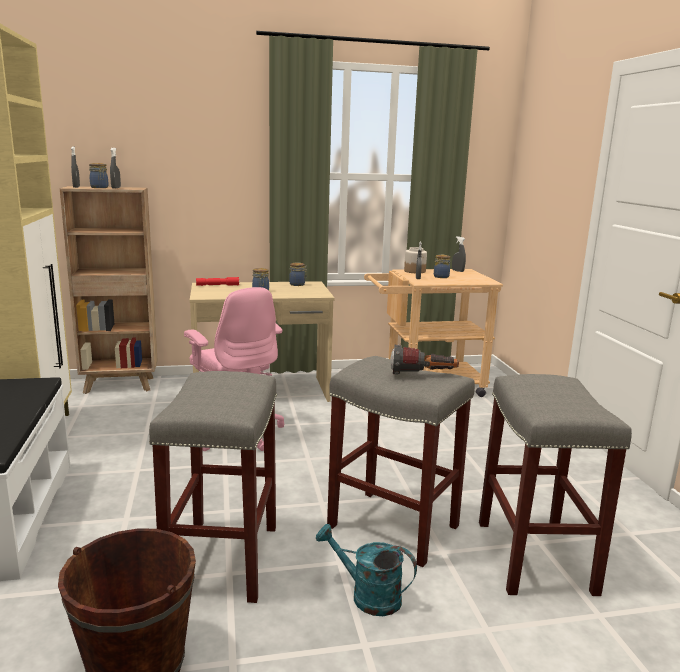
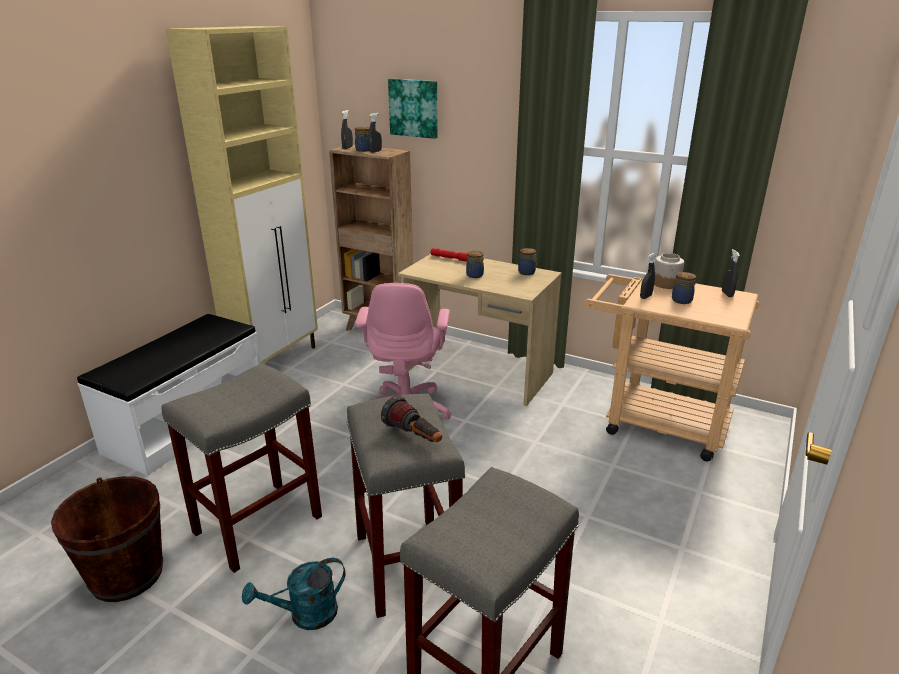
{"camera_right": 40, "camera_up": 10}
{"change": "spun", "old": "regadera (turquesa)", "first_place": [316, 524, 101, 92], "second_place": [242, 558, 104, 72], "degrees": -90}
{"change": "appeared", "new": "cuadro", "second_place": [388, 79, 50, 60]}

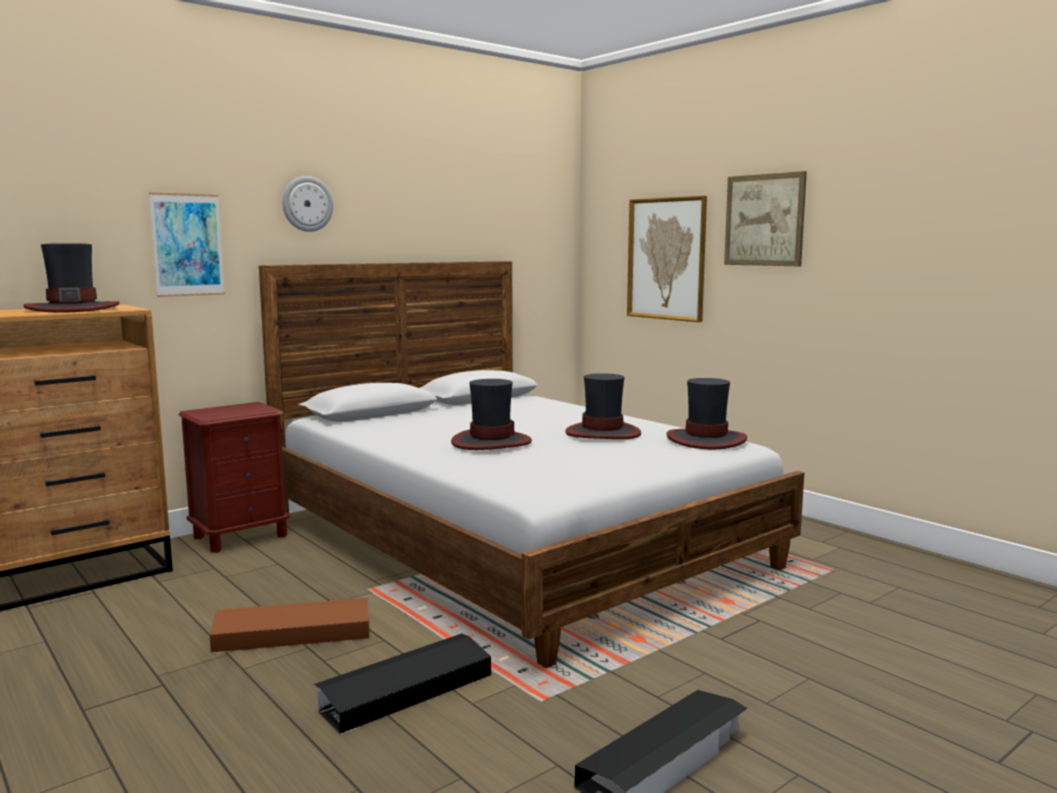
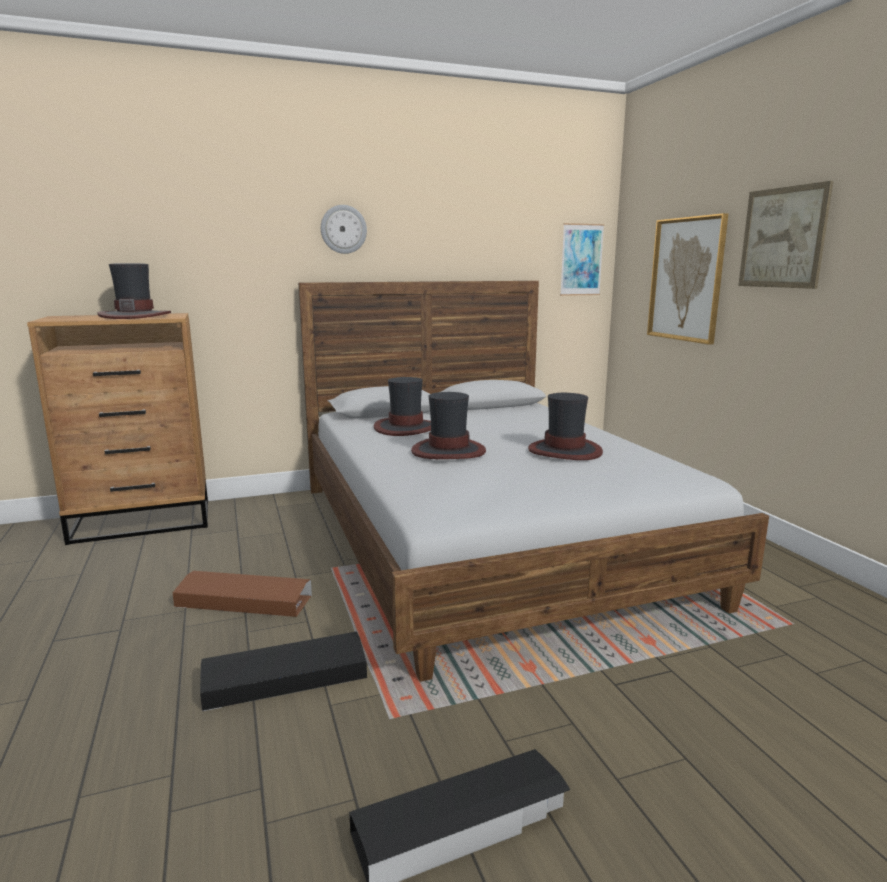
{"camera_right": 20, "camera_up": 5}
{"change": "relocated", "old": "sombrero", "first_place": [666, 378, 81, 71], "second_place": [374, 377, 57, 59]}
{"change": "relocated", "old": "cuadro", "first_place": [149, 192, 76, 105], "second_place": [560, 223, 44, 73]}
{"change": "missing", "old": "mesita de noche (marrón)", "first_place": [179, 402, 111, 151]}

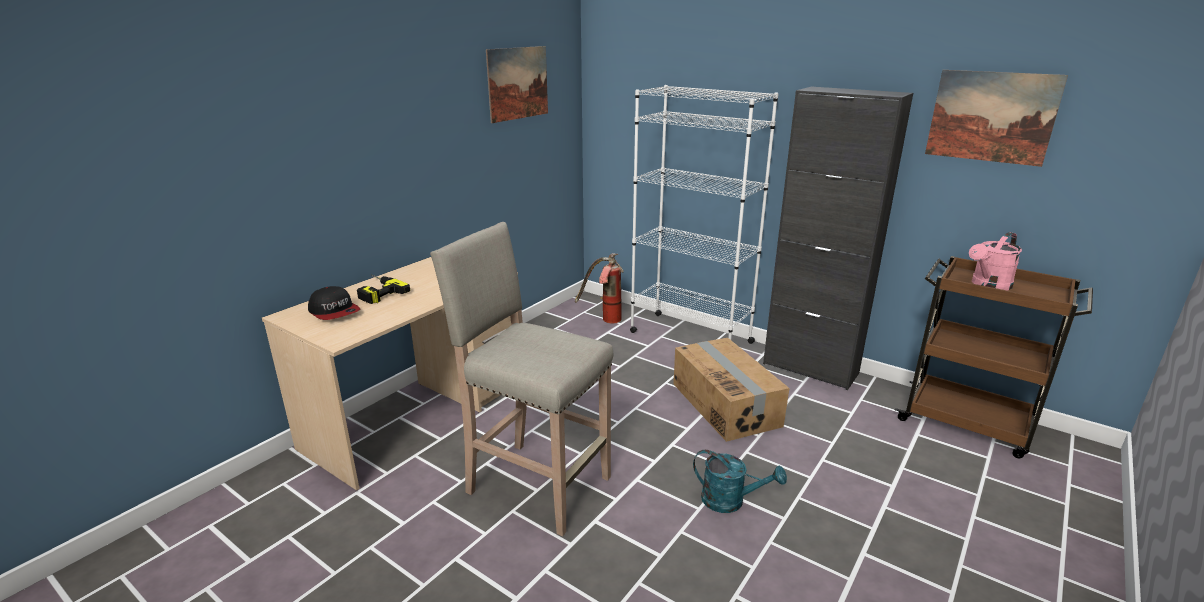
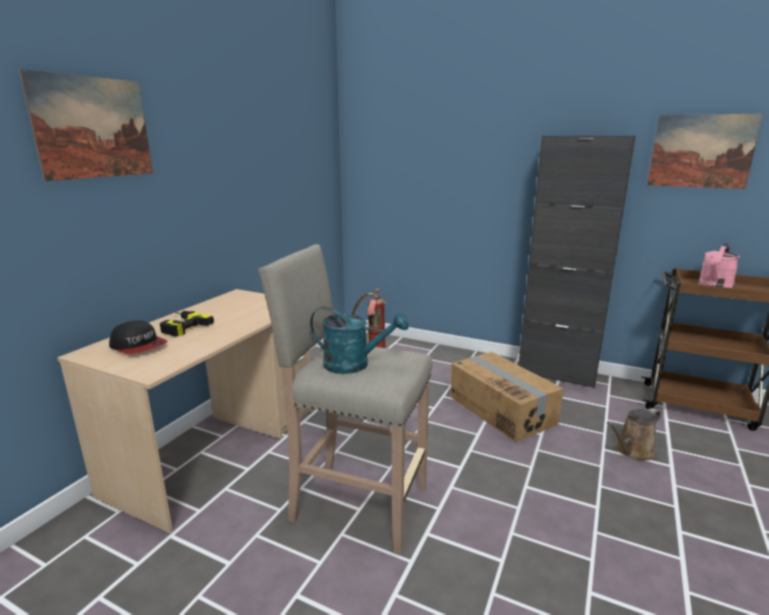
{"camera_right": -10, "camera_up": -5}
{"change": "relocated", "old": "cuadro", "first_place": [486, 46, 62, 77], "second_place": [19, 69, 134, 112]}
{"change": "relocated", "old": "regadera (turquesa)", "first_place": [693, 450, 94, 63], "second_place": [310, 307, 99, 67]}
{"change": "appeared", "new": "regadera (marrón)", "second_place": [607, 408, 54, 52]}
{"change": "missing", "old": "estantería (blanco)", "first_place": [630, 85, 149, 259]}

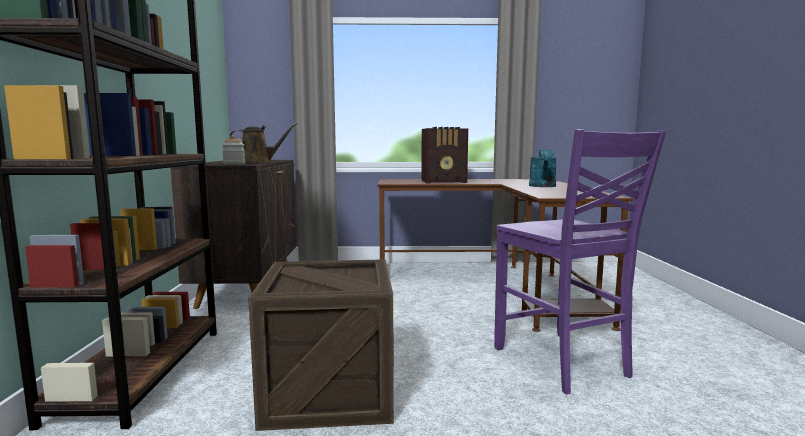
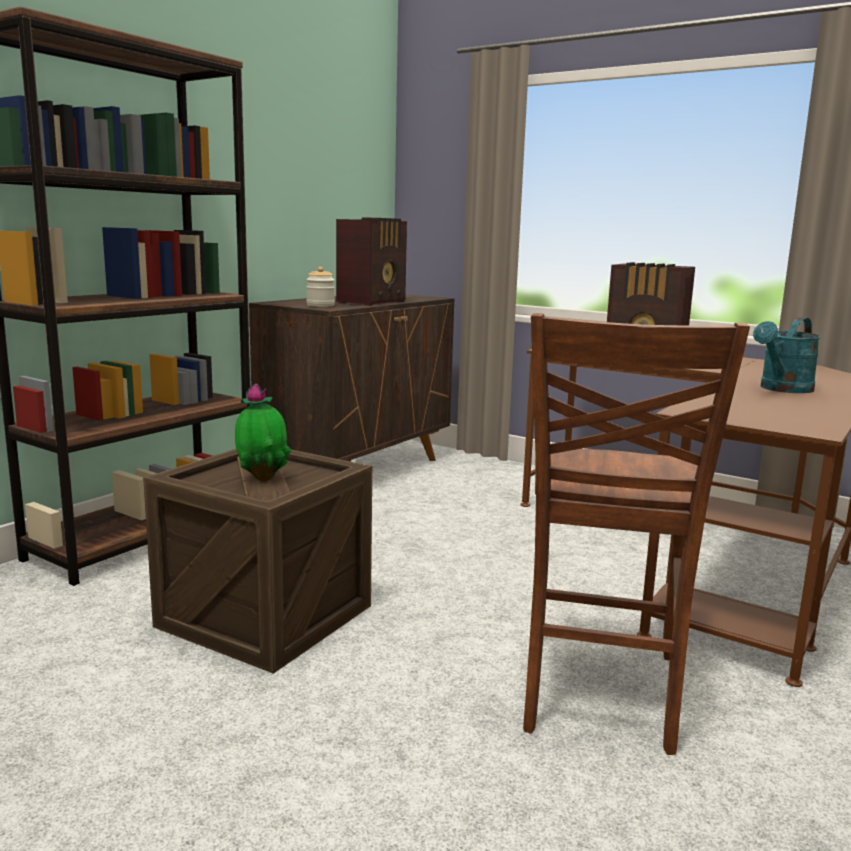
{"camera_right": 35, "camera_up": 5}
{"change": "appeared", "new": "planta en maceta", "second_place": [235, 384, 56, 98]}
{"change": "exchanged", "old": "regadera (marrón)", "new": "radio", "first_place": [230, 122, 68, 41], "second_place": [336, 217, 71, 89]}
{"change": "colour", "old": "silla (morado)", "new": "silla (marrón)", "first_place": [494, 129, 172, 265], "second_place": [523, 313, 227, 442]}

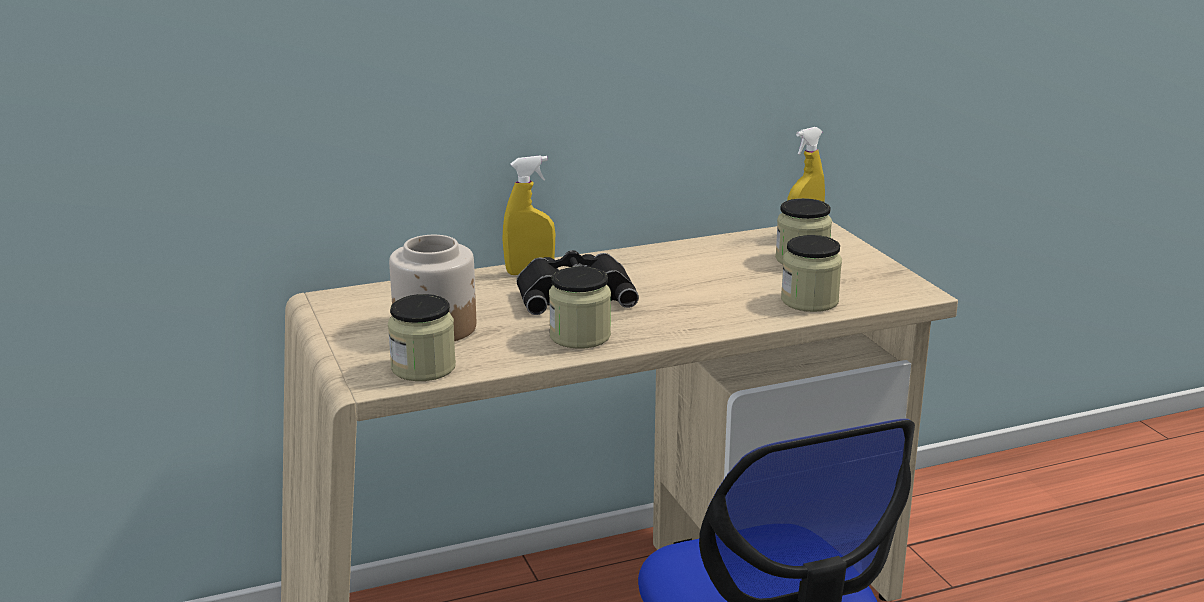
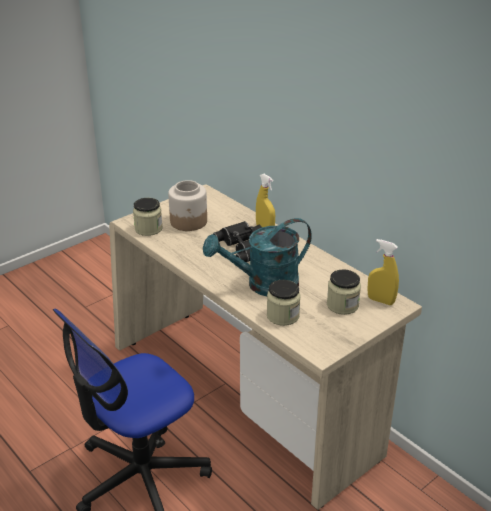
{"camera_right": 70, "camera_up": 10}
{"change": "appeared", "new": "regadera (turquesa)", "second_place": [203, 218, 109, 78]}
{"change": "missing", "old": "tarro", "first_place": [549, 266, 62, 83]}

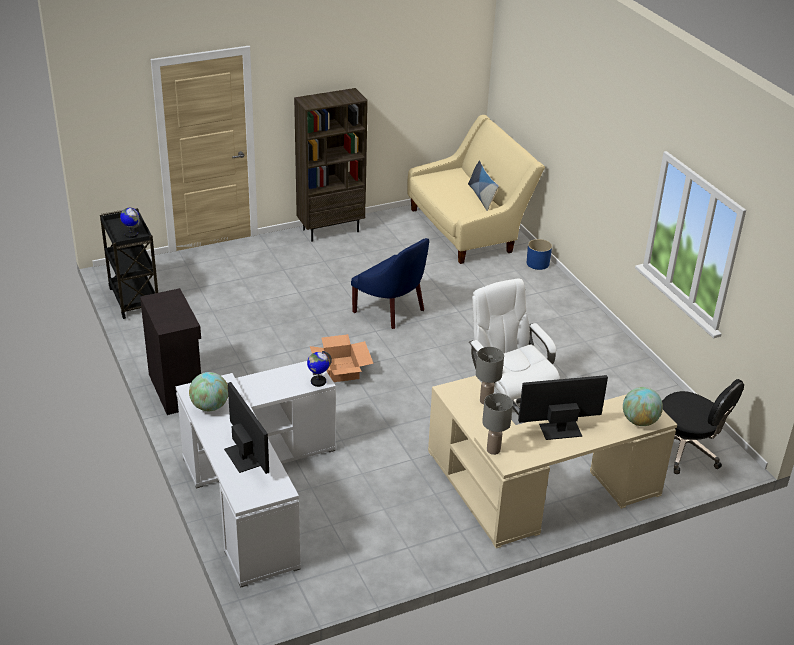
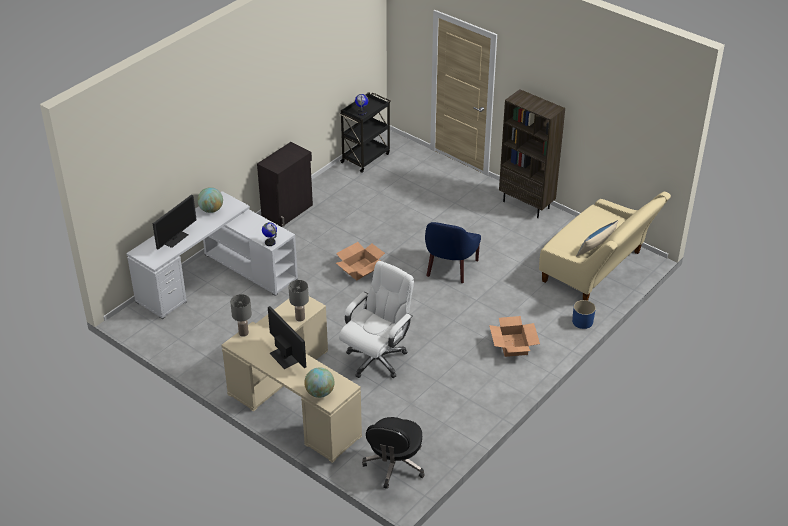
{"camera_right": 65, "camera_up": 5}
{"change": "appeared", "new": "caja de cartón", "second_place": [489, 316, 51, 41]}

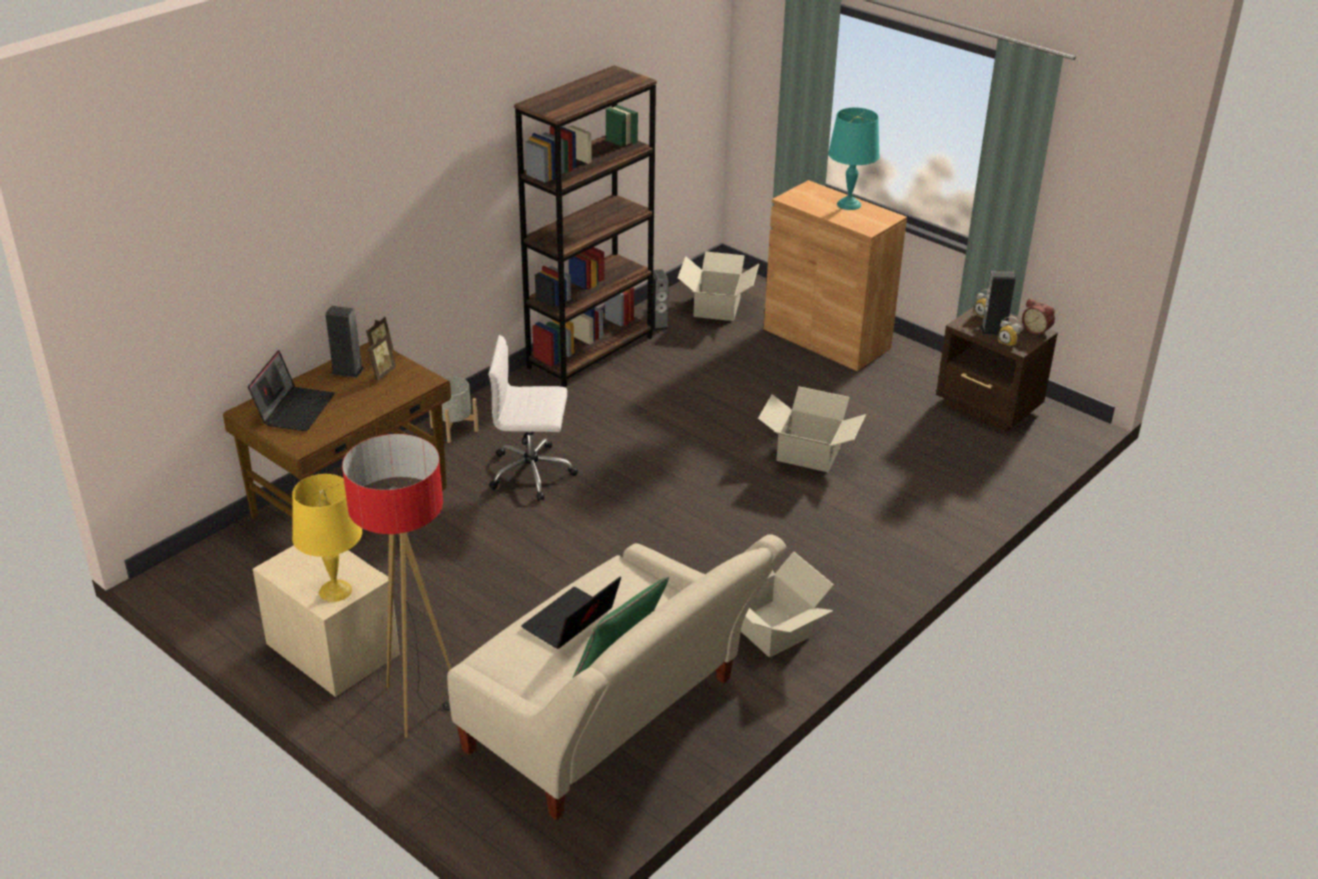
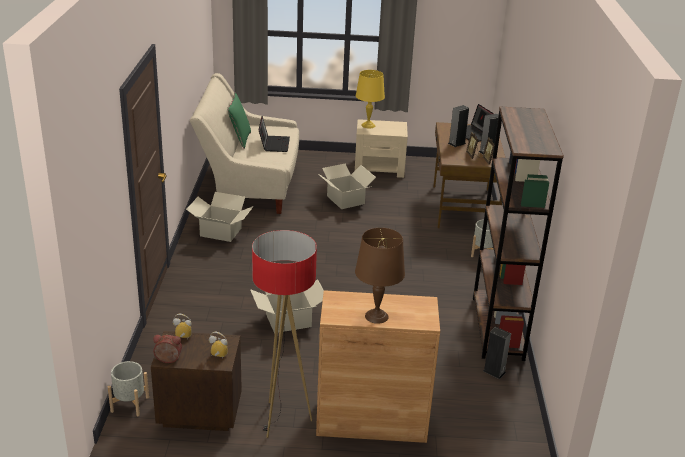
{"camera_right": 140, "camera_up": -5}
{"change": "appeared", "new": "maceta (gris)", "second_place": [108, 361, 41, 55]}
{"change": "relocated", "old": "lámpara de pie", "first_place": [342, 434, 109, 304], "second_place": [252, 230, 65, 208]}
{"change": "relocated", "old": "caja de cartón", "first_place": [678, 251, 81, 70], "second_place": [319, 164, 57, 45]}
{"change": "colour", "old": "lámpara de mesa (turquesa)", "new": "lámpara de mesa (marrón)", "first_place": [828, 108, 52, 102], "second_place": [355, 228, 50, 96]}
{"change": "relocated", "old": "altavoz", "first_place": [980, 271, 36, 64], "second_place": [448, 105, 21, 42]}
{"change": "missing", "old": "silla de oficina (blanco)", "first_place": [489, 335, 89, 166]}

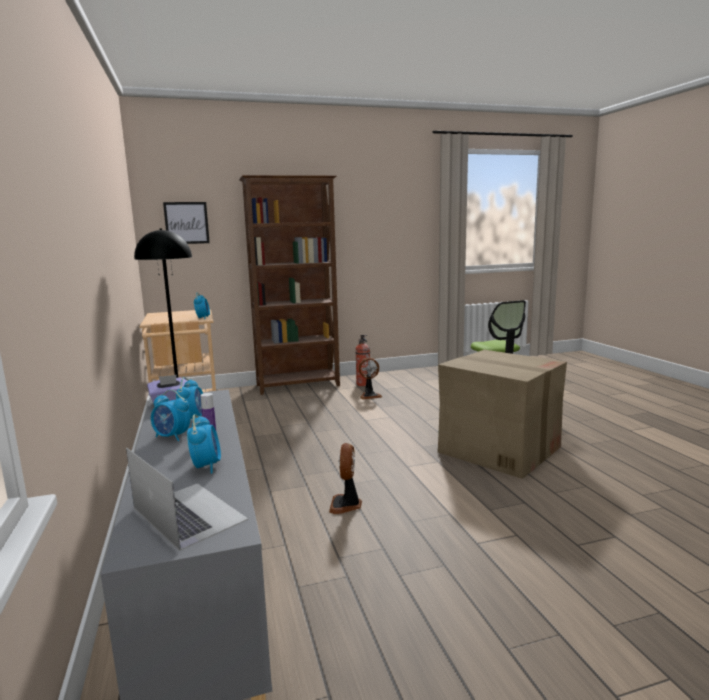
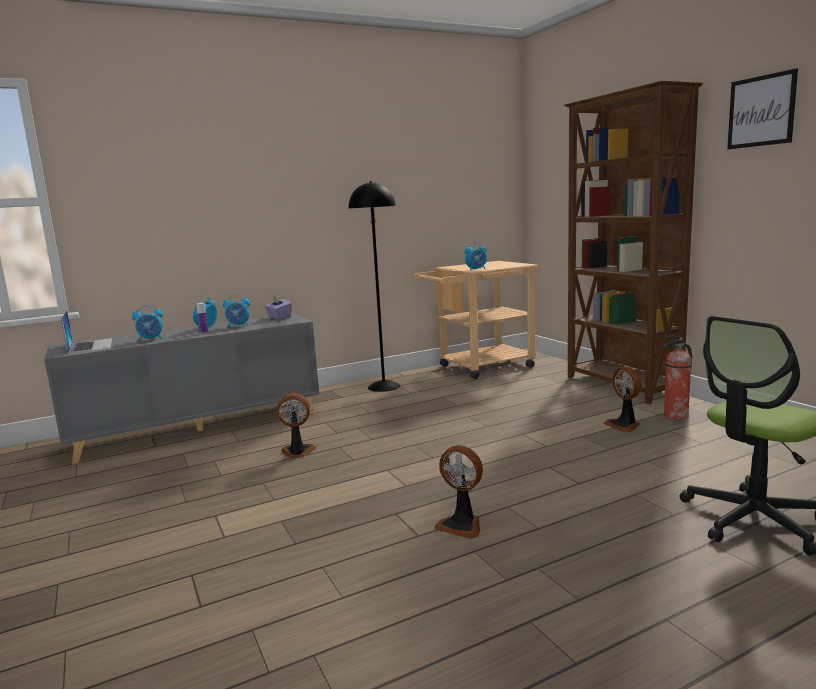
{"camera_right": 80, "camera_up": 0}
{"change": "spun", "old": "portátil", "first_place": [126, 448, 122, 103], "second_place": [61, 310, 51, 44], "degrees": -60}
{"change": "exchanged", "old": "caja de cartón", "new": "ventilador", "first_place": [438, 350, 129, 129], "second_place": [435, 445, 48, 94]}
{"change": "relocated", "old": "cuadro", "first_place": [163, 202, 47, 42], "second_place": [727, 68, 71, 81]}

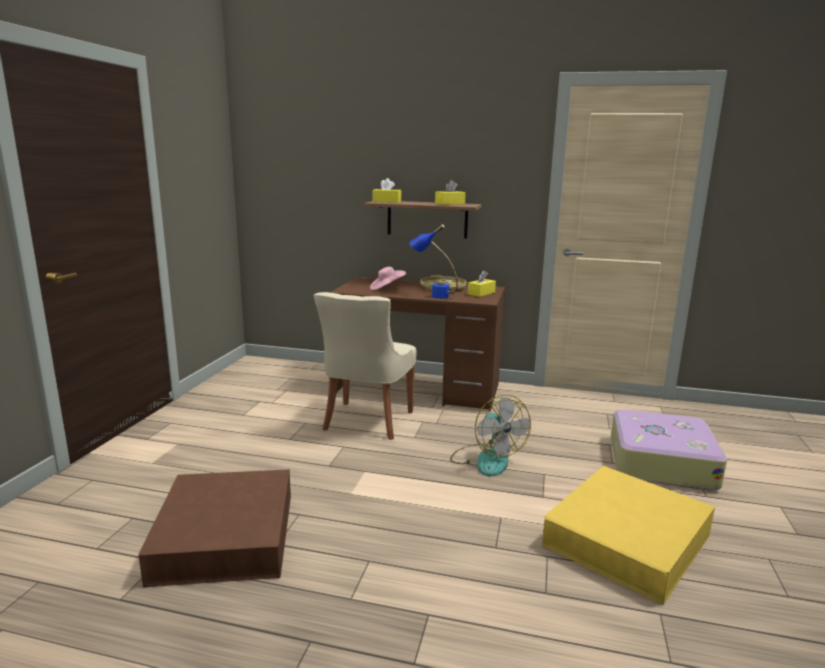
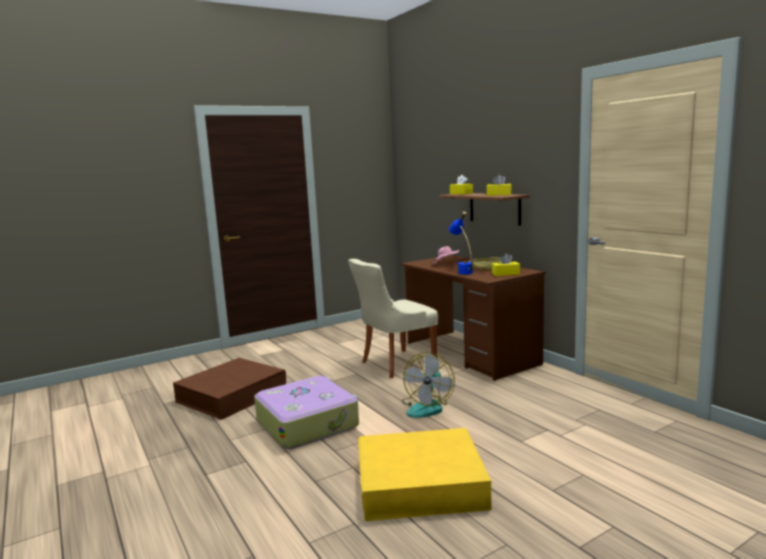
{"camera_right": 45, "camera_up": -5}
{"change": "relocated", "old": "maleta", "first_place": [611, 410, 116, 81], "second_place": [254, 376, 105, 73]}

